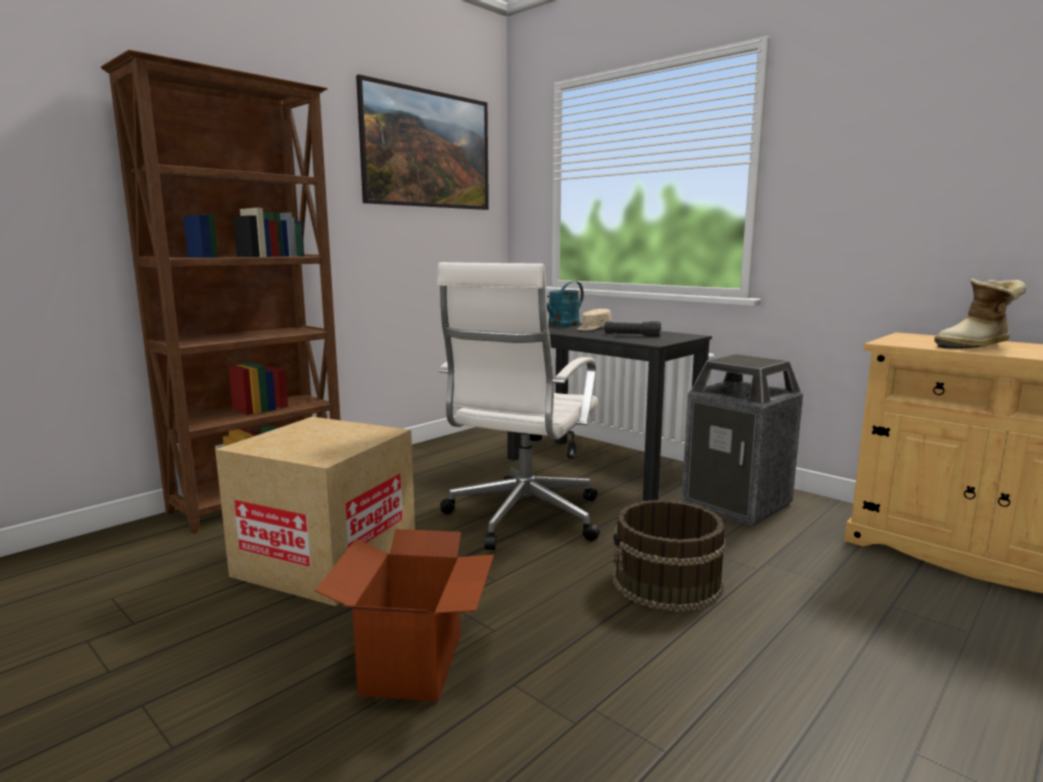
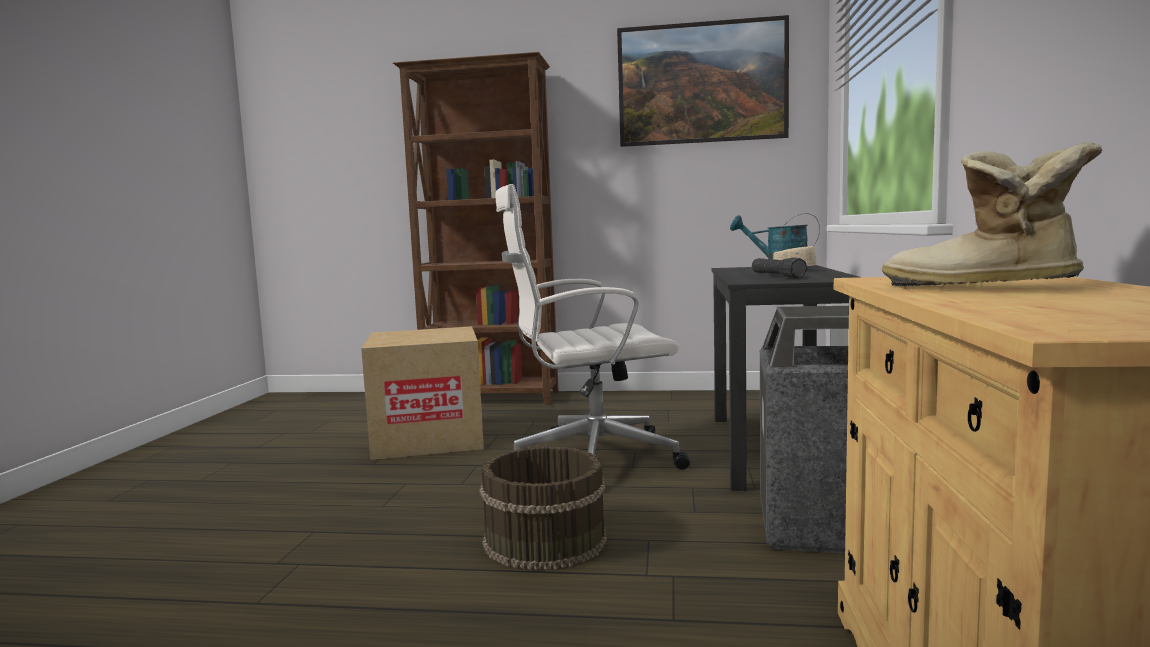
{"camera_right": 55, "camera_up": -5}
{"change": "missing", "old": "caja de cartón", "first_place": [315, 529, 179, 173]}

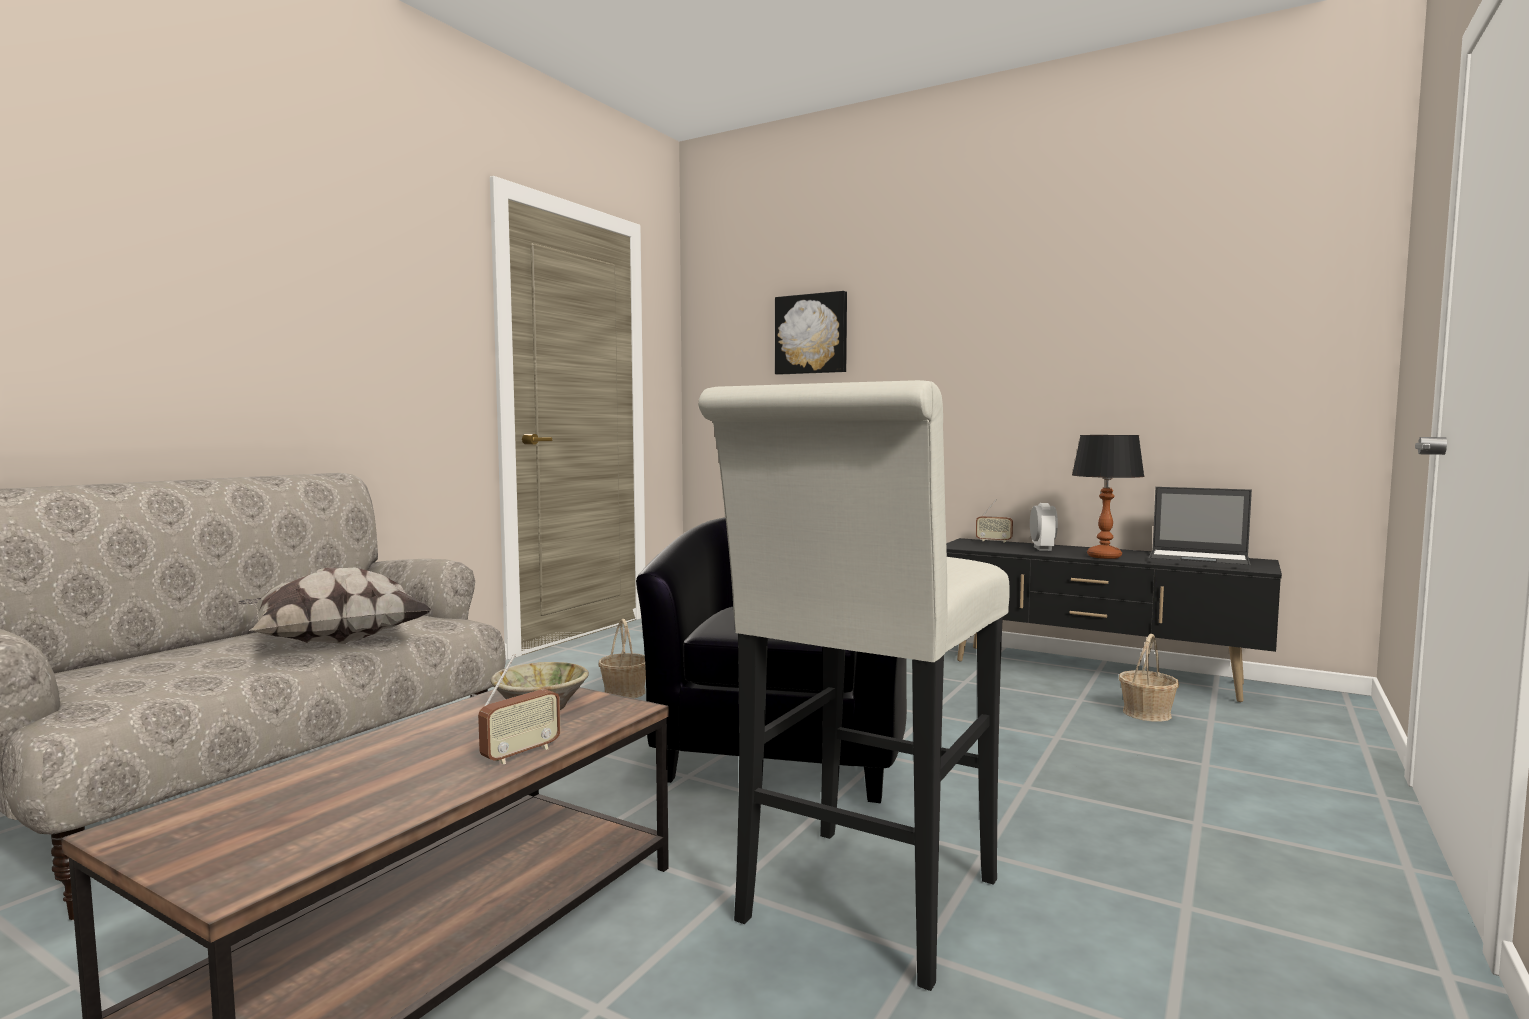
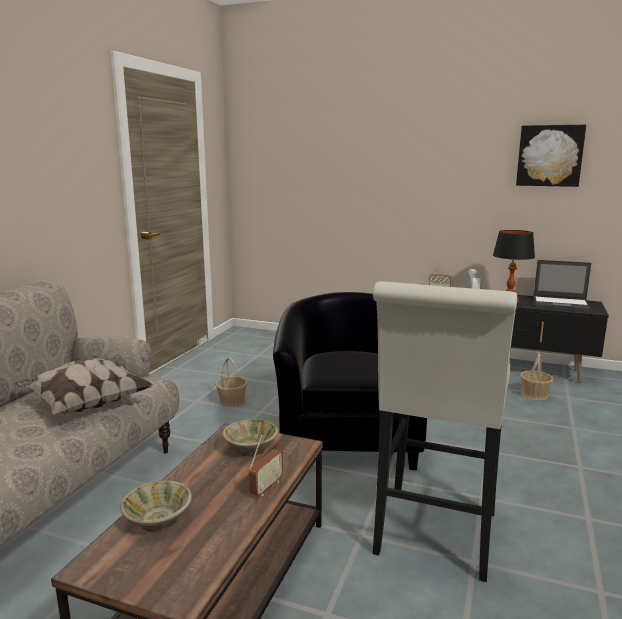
{"camera_right": -10, "camera_up": 10}
{"change": "appeared", "new": "cuenco (beis)", "second_place": [120, 481, 72, 51]}
{"change": "relocated", "old": "cuadro", "first_place": [775, 291, 72, 84], "second_place": [516, 125, 70, 62]}

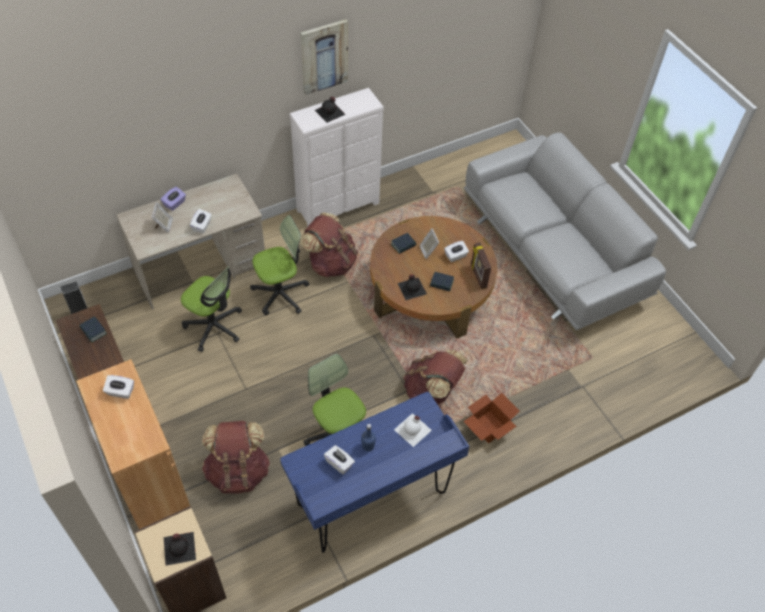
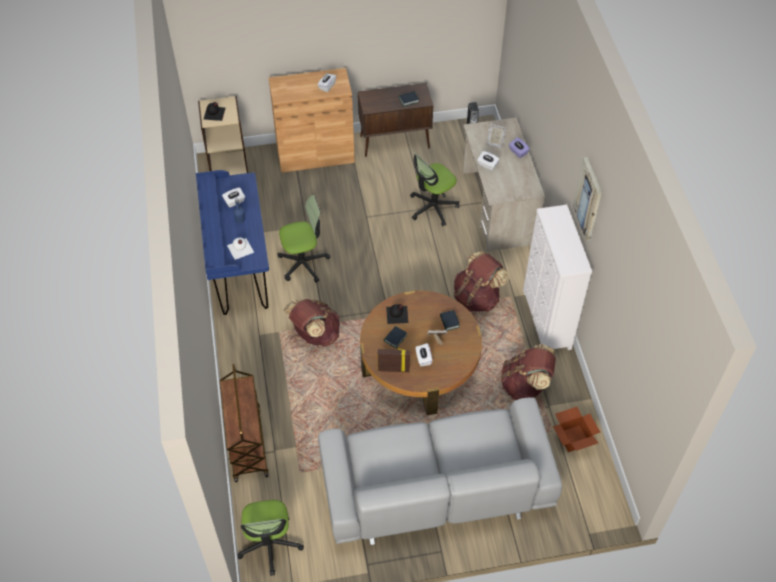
{"camera_right": 110, "camera_up": 0}
{"change": "appeared", "new": "carrito (marrón)", "second_place": [220, 364, 49, 118]}
{"change": "relocated", "old": "silla de oficina", "first_place": [250, 215, 59, 100], "second_place": [238, 500, 66, 76]}
{"change": "relocated", "old": "mochila (marrón)", "first_place": [202, 421, 68, 73], "second_place": [501, 344, 55, 56]}
{"change": "relocated", "old": "caja de cartón", "first_place": [463, 393, 57, 50], "second_place": [553, 407, 47, 45]}
{"change": "missing", "old": "botella (negro)", "first_place": [315, 97, 31, 26]}

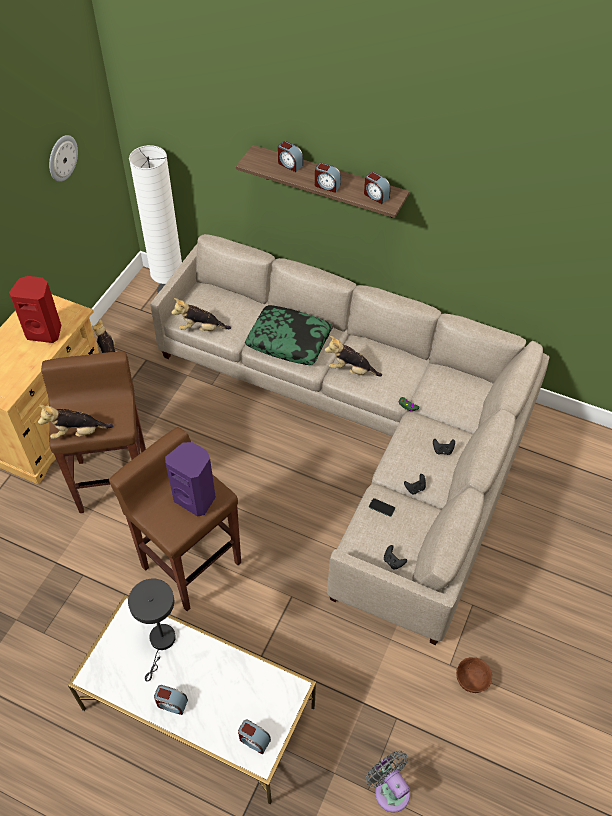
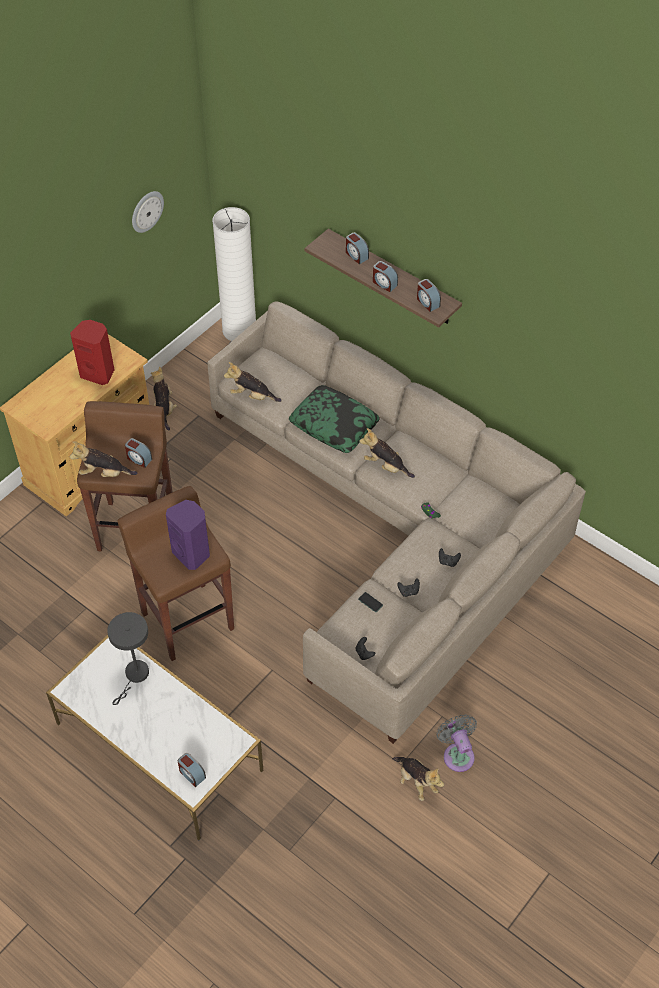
{"camera_right": 15, "camera_up": 0}
{"change": "relocated", "old": "despertador", "first_place": [154, 685, 34, 30], "second_place": [125, 438, 27, 30]}
{"change": "exchanged", "old": "cuenco (marrón)", "new": "peluche", "first_place": [456, 657, 36, 36], "second_place": [392, 757, 52, 44]}
{"change": "relocated", "old": "ventilador (gris)", "first_place": [366, 751, 44, 62], "second_place": [437, 715, 40, 57]}

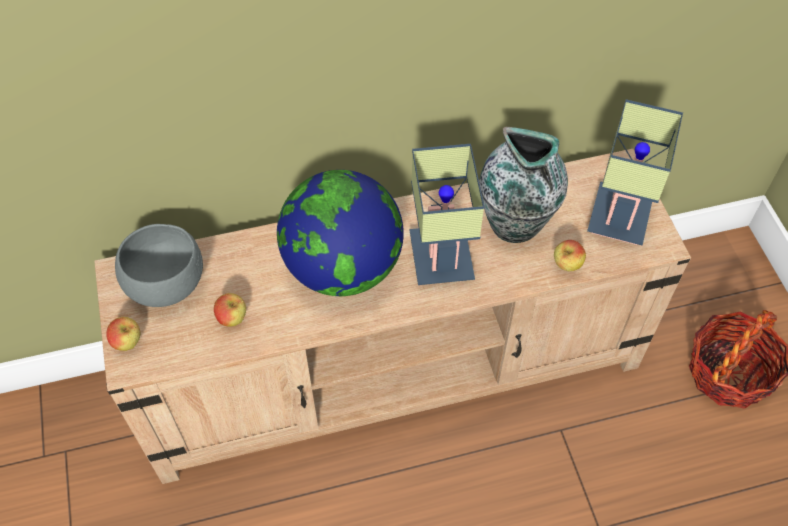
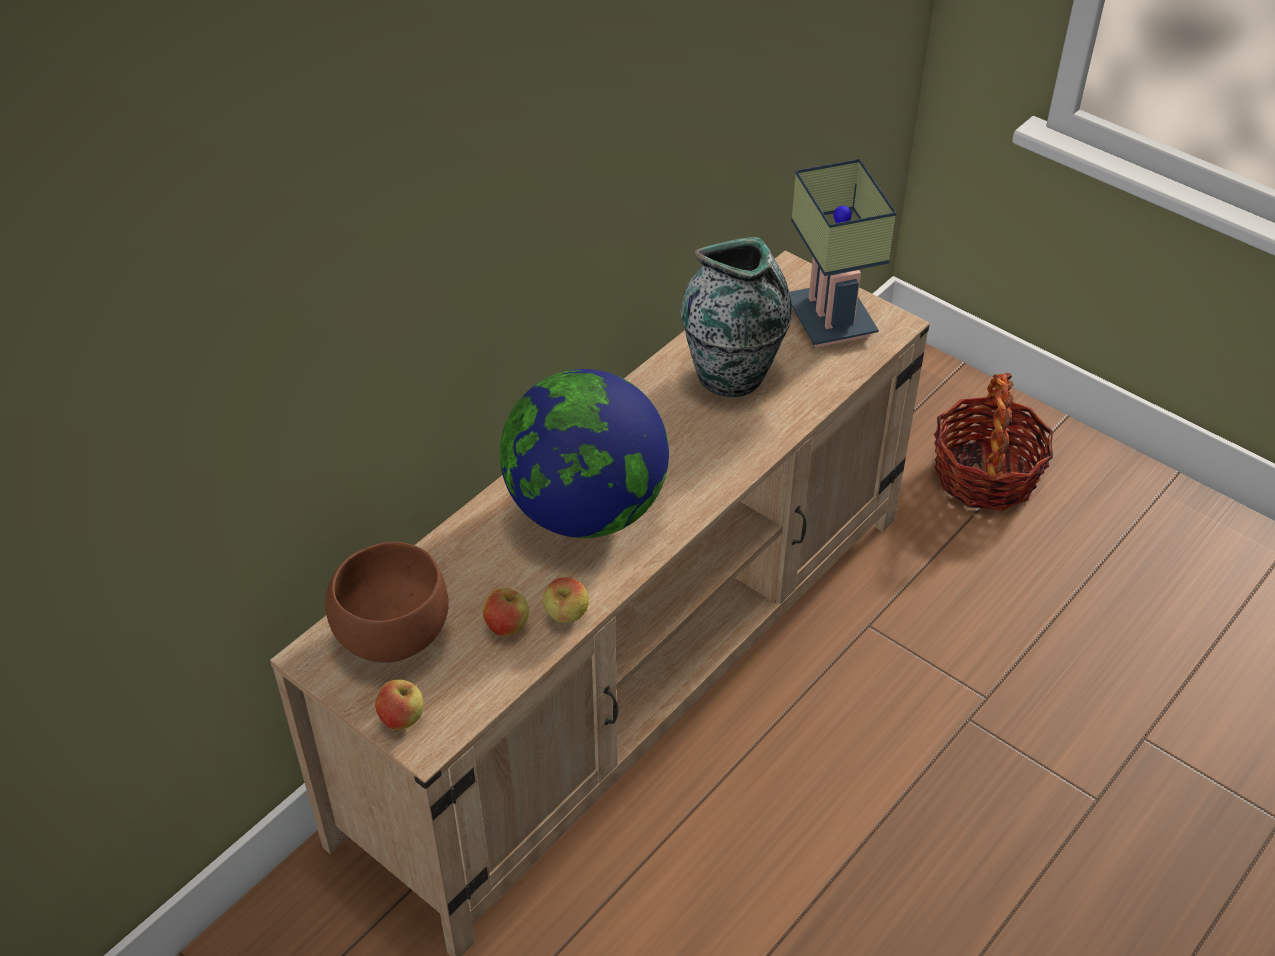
{"camera_right": -35, "camera_up": -10}
{"change": "colour", "old": "cuenco (gris)", "new": "cuenco (marrón)", "first_place": [115, 224, 88, 83], "second_place": [325, 541, 124, 122]}
{"change": "relocated", "old": "manzana", "first_place": [554, 240, 32, 31], "second_place": [543, 577, 46, 46]}
{"change": "missing", "old": "lámpara de mesa", "first_place": [410, 144, 74, 141]}

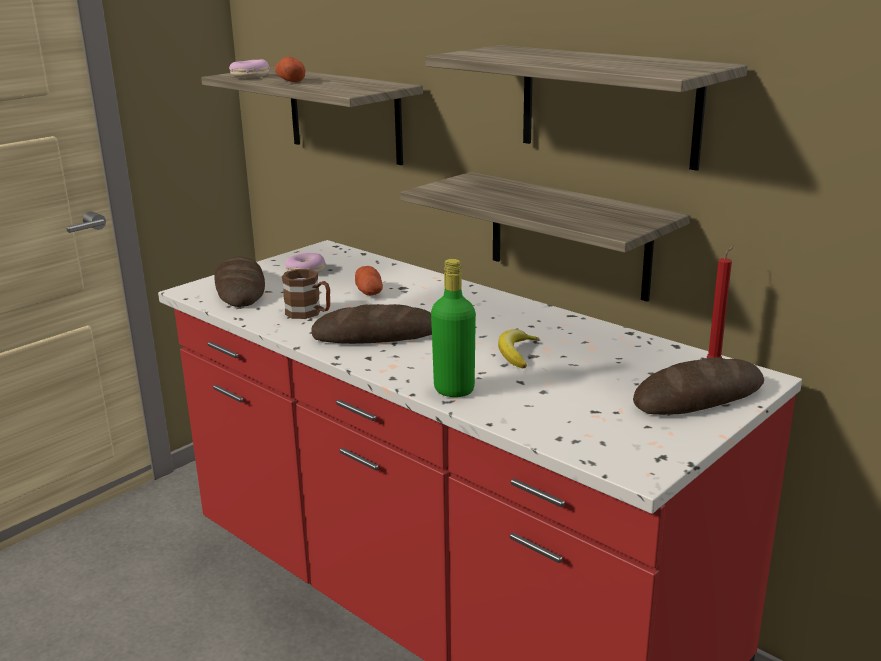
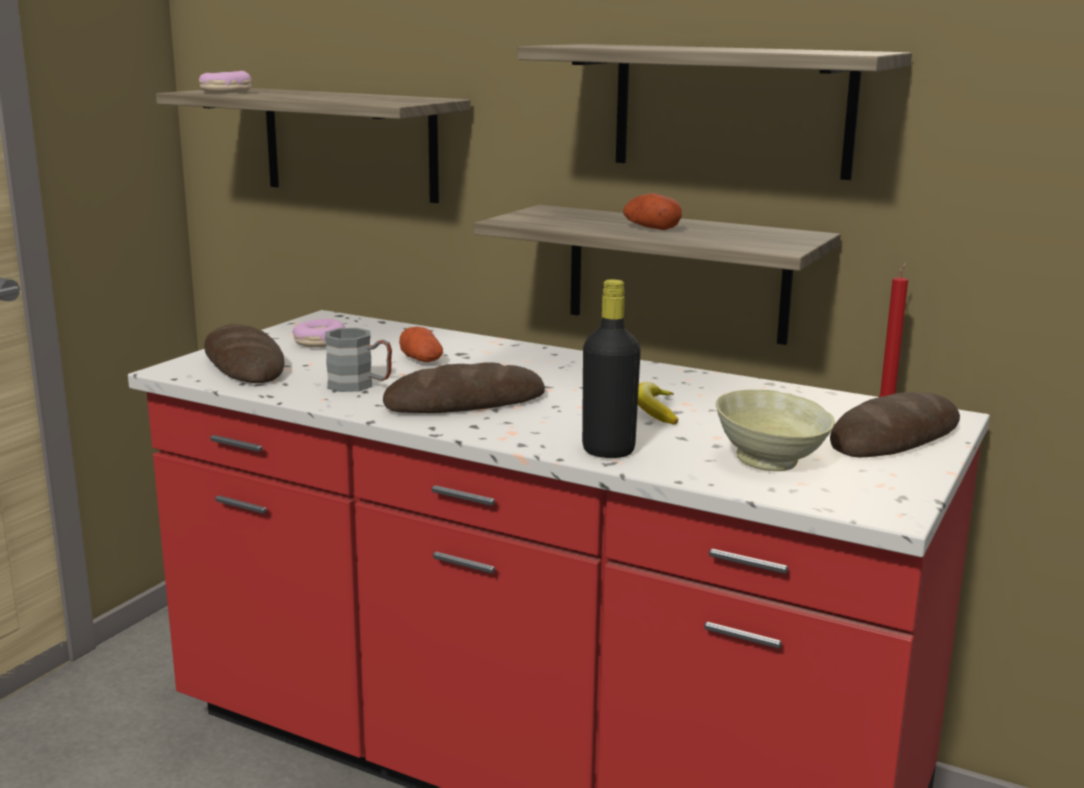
{"camera_right": -15, "camera_up": -5}
{"change": "colour", "old": "taza grande (marrón)", "new": "taza grande (gris)", "first_place": [282, 269, 48, 50], "second_place": [325, 328, 67, 64]}
{"change": "colour", "old": "botella (verde)", "new": "botella (negro)", "first_place": [431, 259, 45, 138], "second_place": [582, 279, 59, 179]}
{"change": "relocated", "old": "patata", "first_place": [275, 56, 30, 26], "second_place": [623, 193, 59, 37]}
{"change": "appeared", "new": "cuenco (beis)", "second_place": [716, 390, 119, 81]}

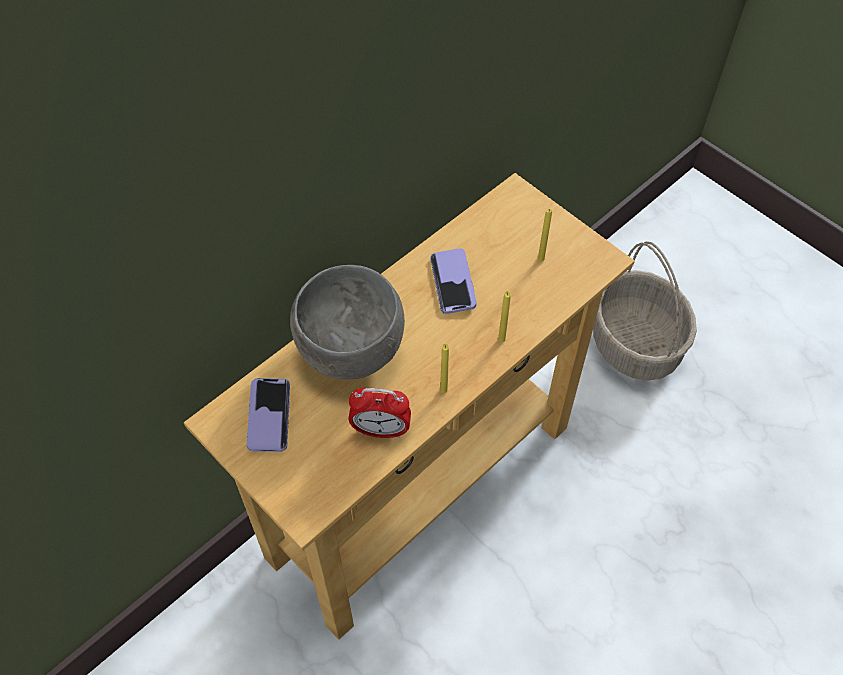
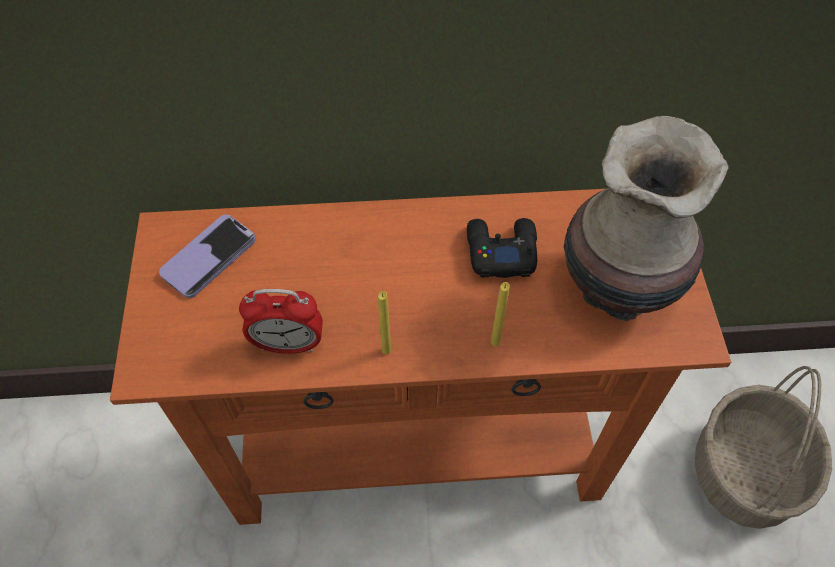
{"camera_right": 40, "camera_up": 0}
{"change": "colour", "old": "mesa consola (beis)", "new": "mesa consola (naranja)", "first_place": [184, 173, 451, 467], "second_place": [110, 189, 621, 336]}
{"change": "spun", "old": "despertador", "first_place": [348, 388, 63, 50], "second_place": [239, 289, 84, 65], "degrees": -45}
{"change": "exchanged", "old": "móvil", "new": "mando de consola (negro)", "first_place": [430, 248, 47, 66], "second_place": [467, 218, 70, 60]}
{"change": "exchanged", "old": "vela (amarillo)", "new": "florero", "first_place": [538, 209, 14, 52], "second_place": [564, 116, 165, 205]}
{"change": "missing", "old": "cuenco (gris)", "first_place": [290, 265, 115, 115]}

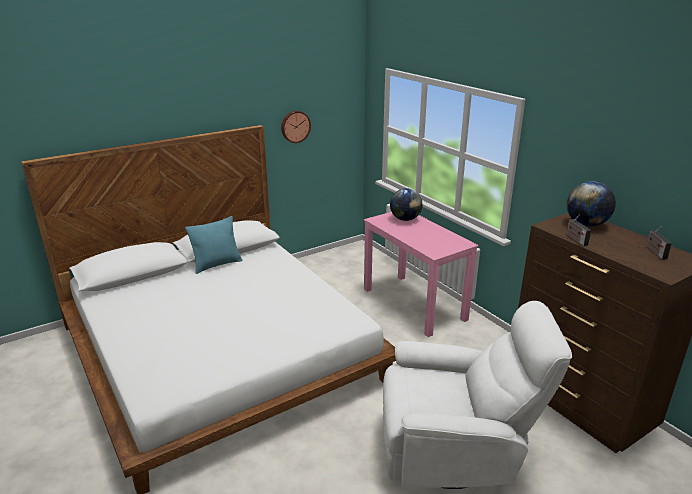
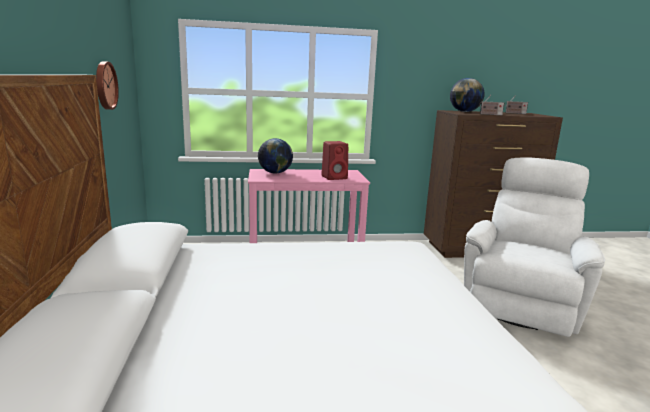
{"camera_right": -65, "camera_up": -10}
{"change": "appeared", "new": "altavoz (rojo)", "second_place": [321, 141, 27, 39]}
{"change": "missing", "old": "cojín (turquesa)", "first_place": [185, 216, 57, 58]}

